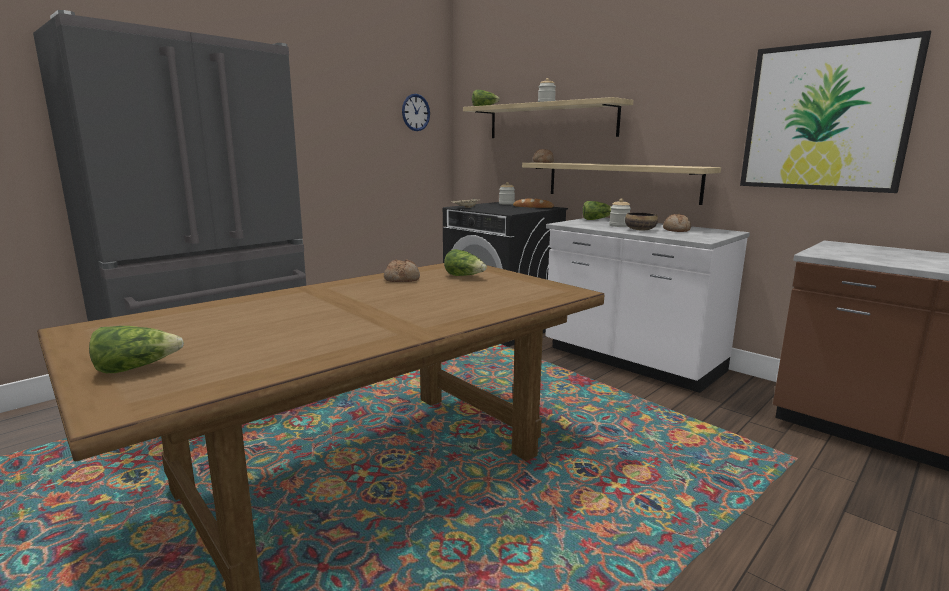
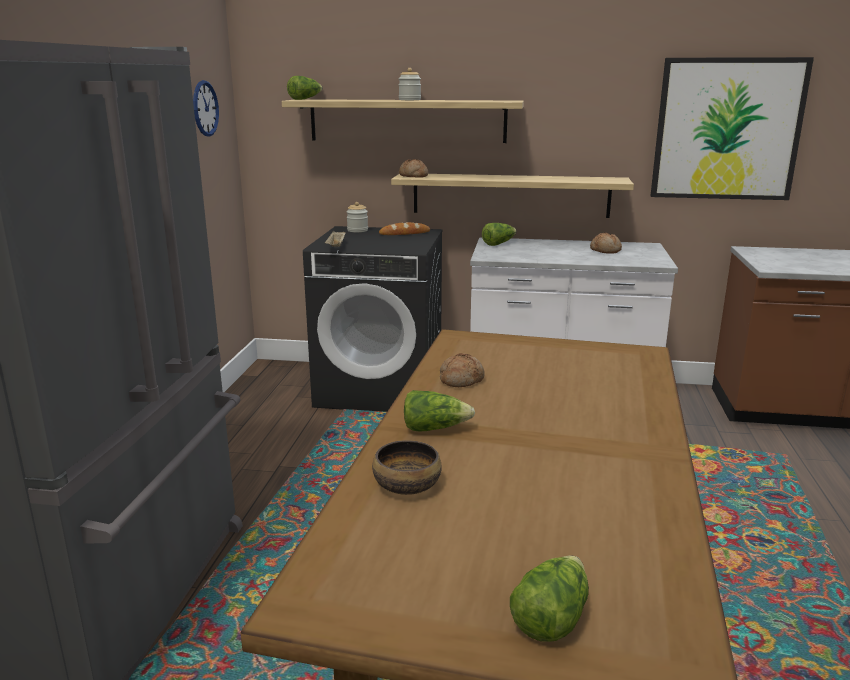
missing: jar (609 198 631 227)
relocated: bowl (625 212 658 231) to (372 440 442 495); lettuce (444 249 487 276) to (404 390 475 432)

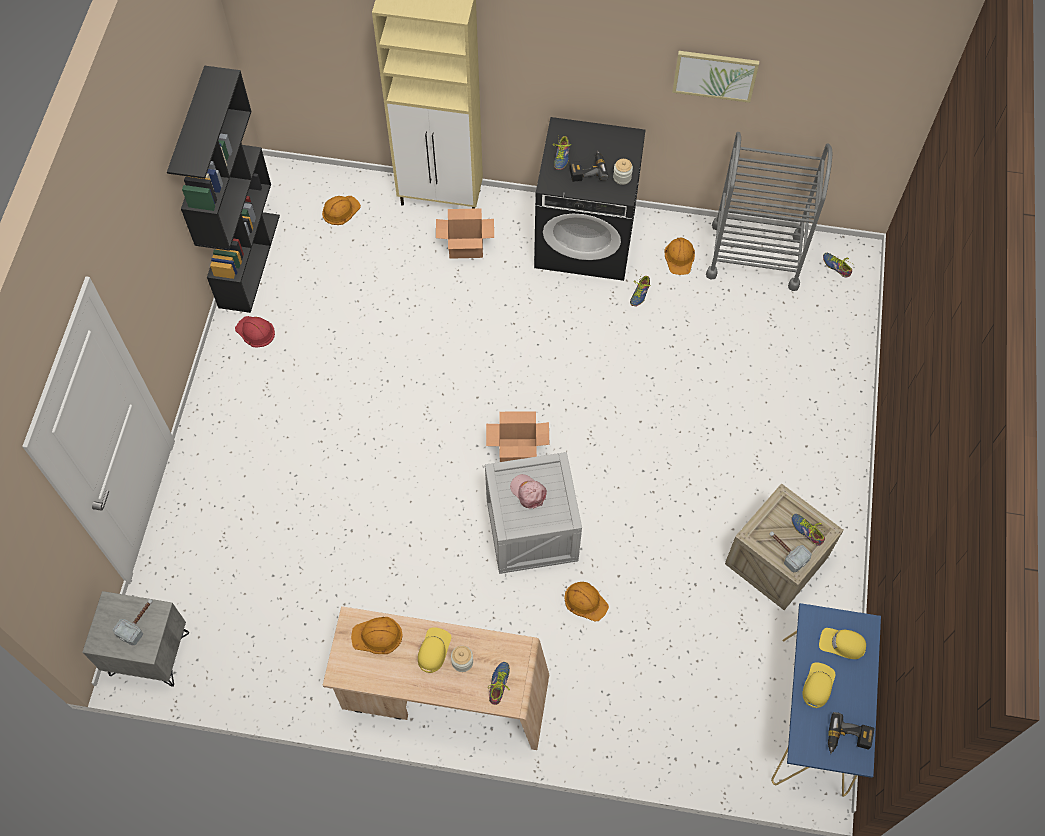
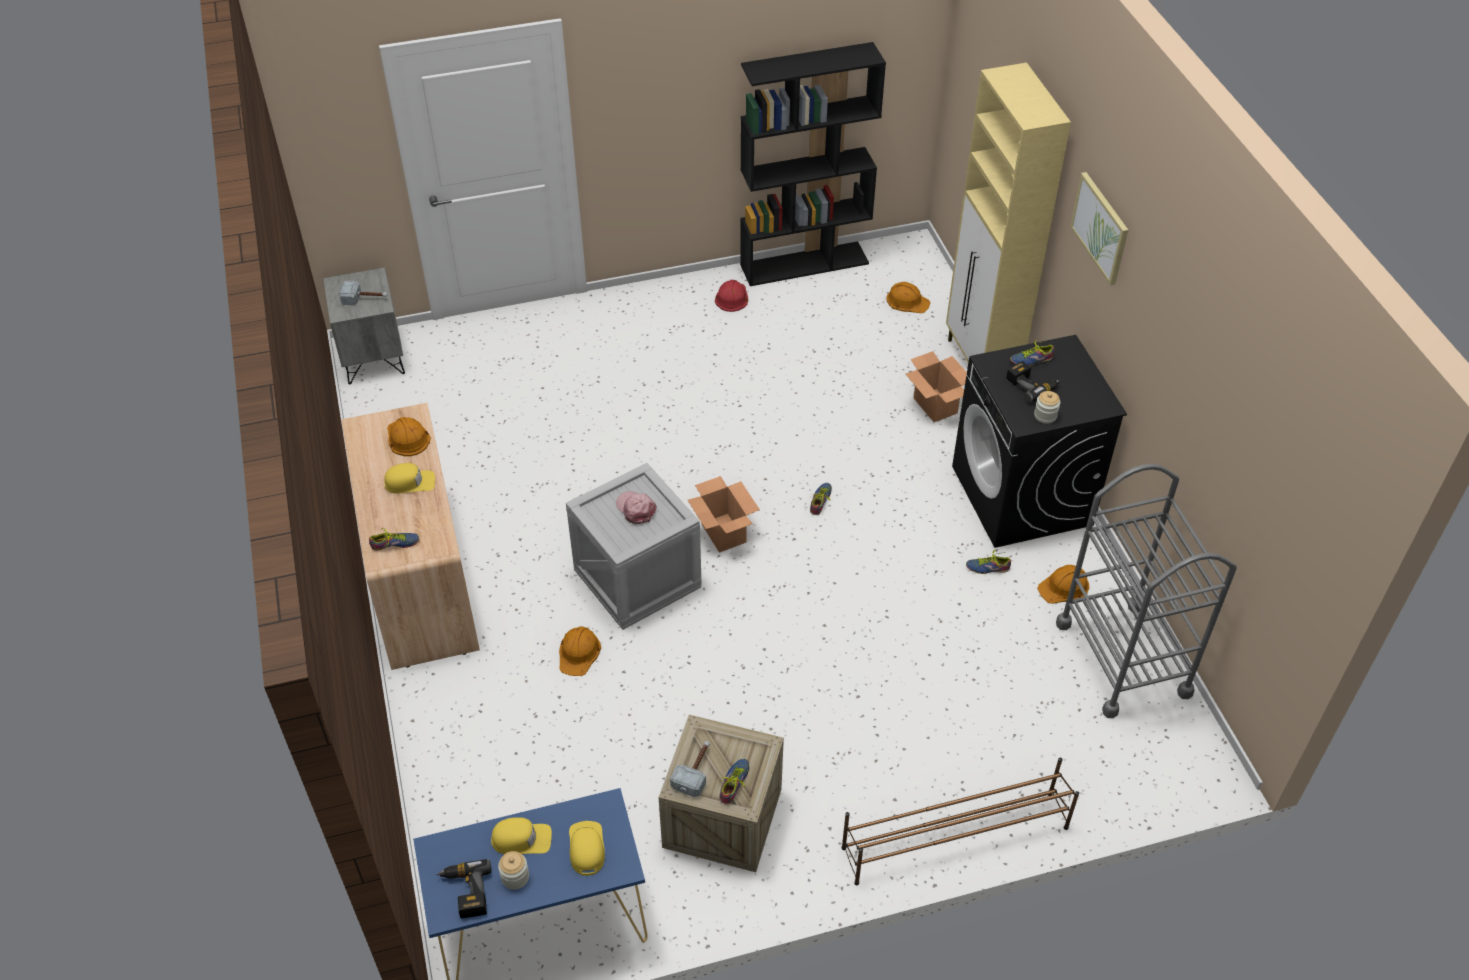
appeared: brown shoe rack (842 757 1079 885)
relocated: picture (672 51 759 103) to (1070 172 1128 285); shoe (823 253 852 278) to (810 483 832 515); jar (451 646 473 672) to (498 851 529 890)
spun: pink cap (510 474 547 509) = (616 491 657 524) 60 degrees counterclockwise

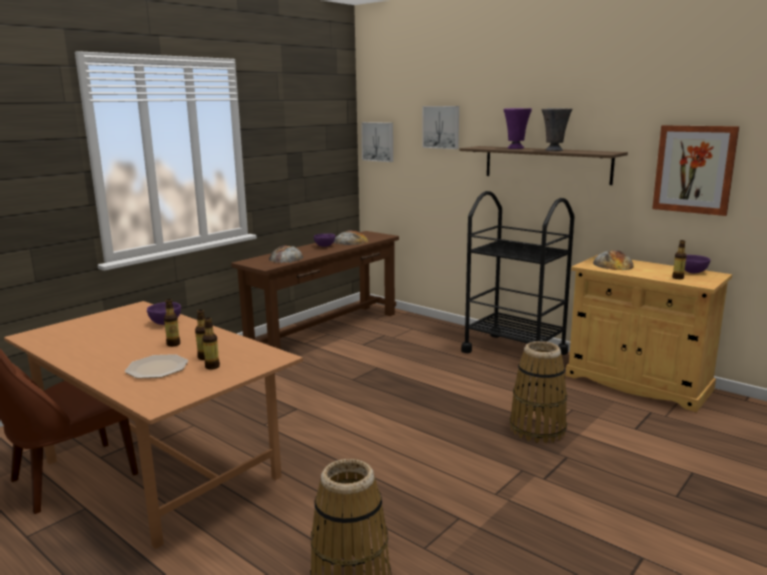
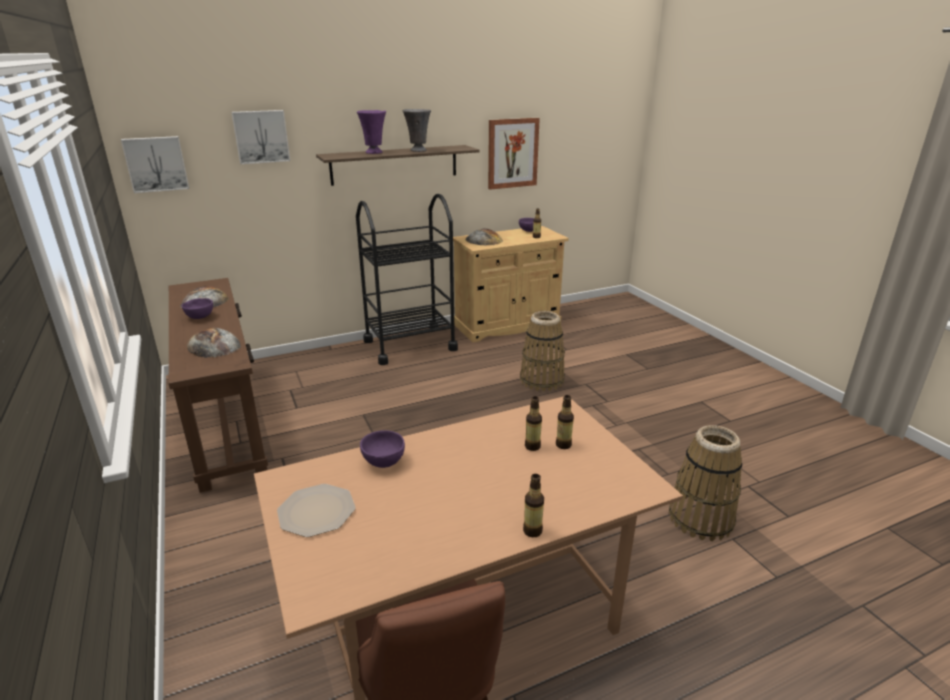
relocated: bottle (164 299 180 347) to (523 474 544 537); plate (125 354 188 379) to (277 484 356 537)

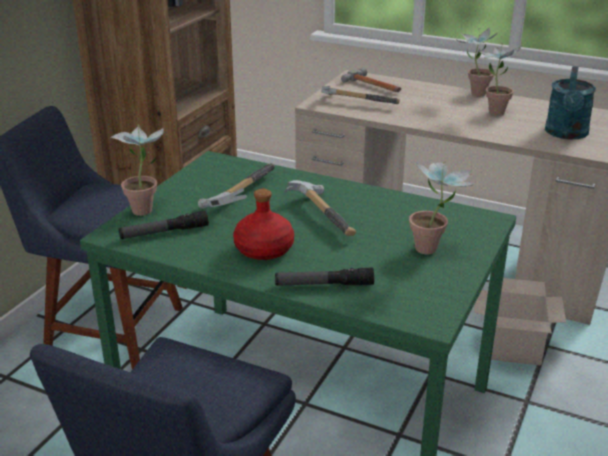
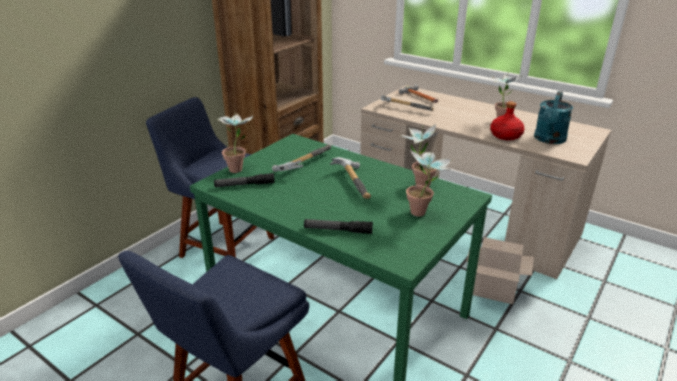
relocated: potted plant (457 28 499 97) to (400 124 438 187); red bottle (233 189 294 260) to (490 101 525 140)

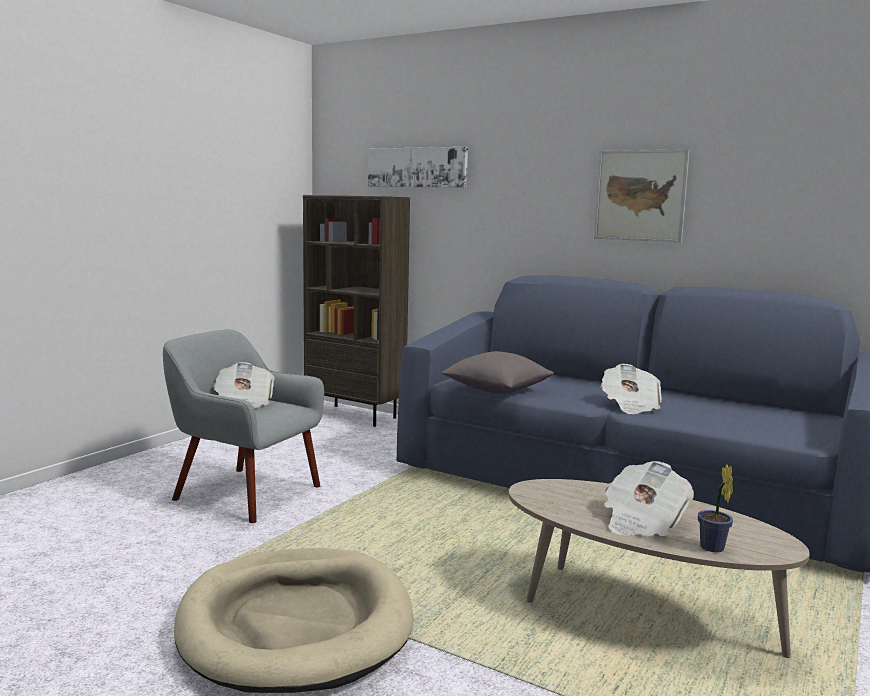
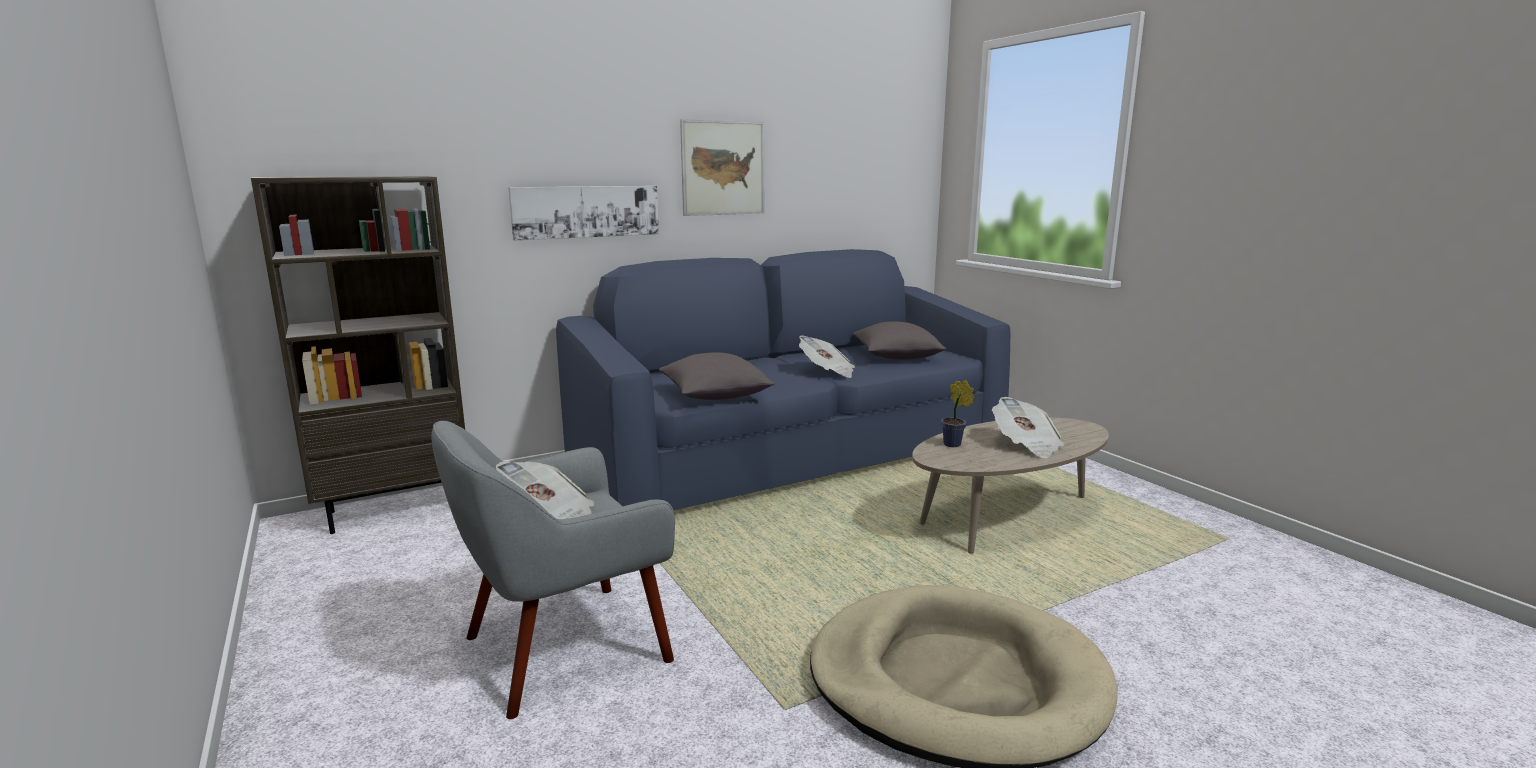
appeared: grey pillow (853 322 946 360)
relocated: picture (368 147 468 188) to (508 186 659 240); potted plant (698 464 733 552) to (941 380 975 447)

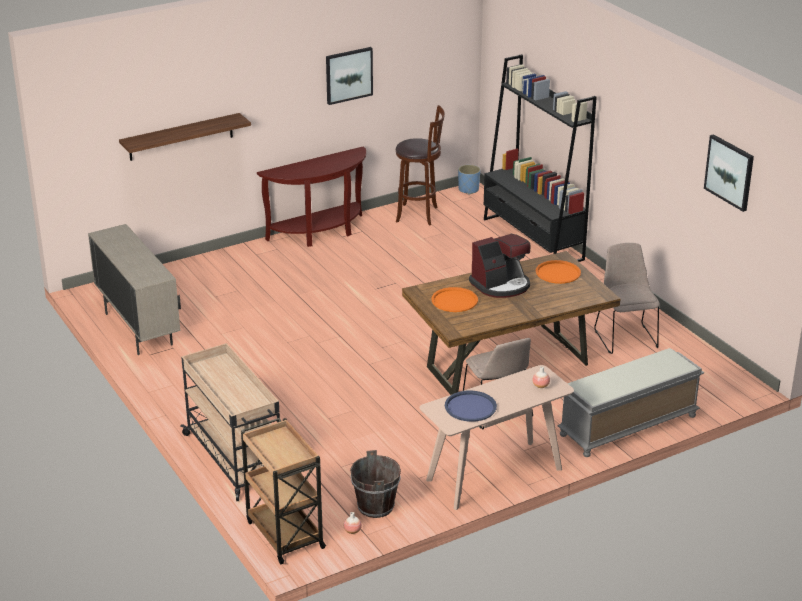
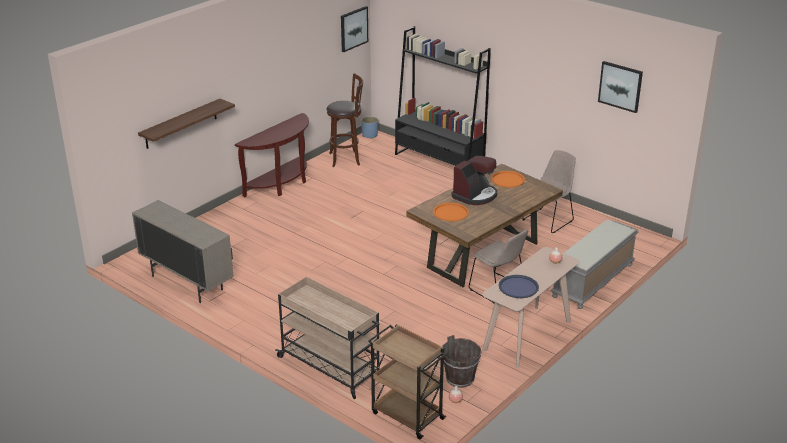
relocated: picture (326 47 373 105) to (341 6 368 52)
spun: beige chair (594 243 660 354) = (522 150 576 233) 75 degrees clockwise

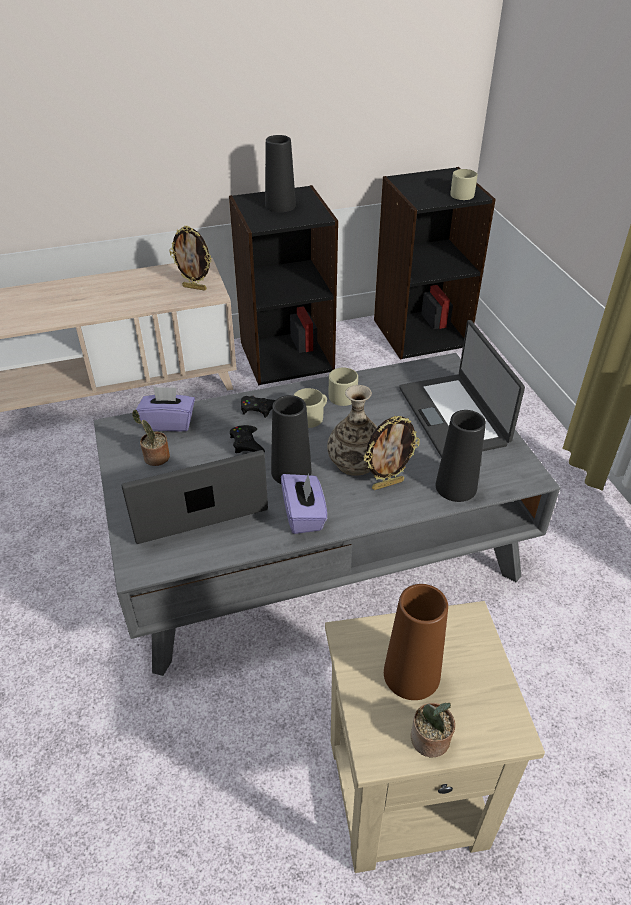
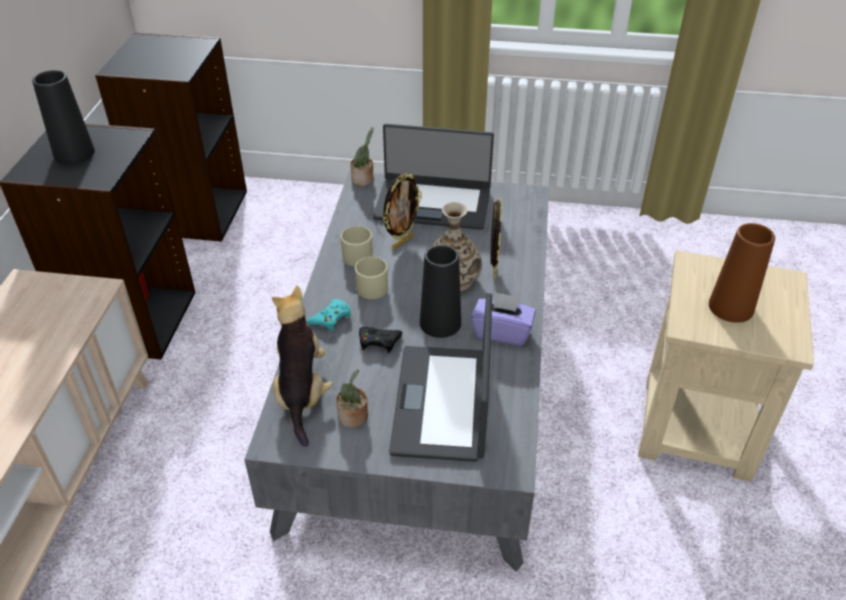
missing: beige mug (451 169 478 200); black vase (435 410 486 502)
relocated: picture frame (169 226 212 291) to (383 173 422 250); potted plant (411 703 455 758) to (350 127 374 186)
exchanged: purple tissue box (136 386 195 432) to plush toy (272 285 333 447)
colour: black game controller (241 396 275 418) to turquoise game controller (306 299 351 331)

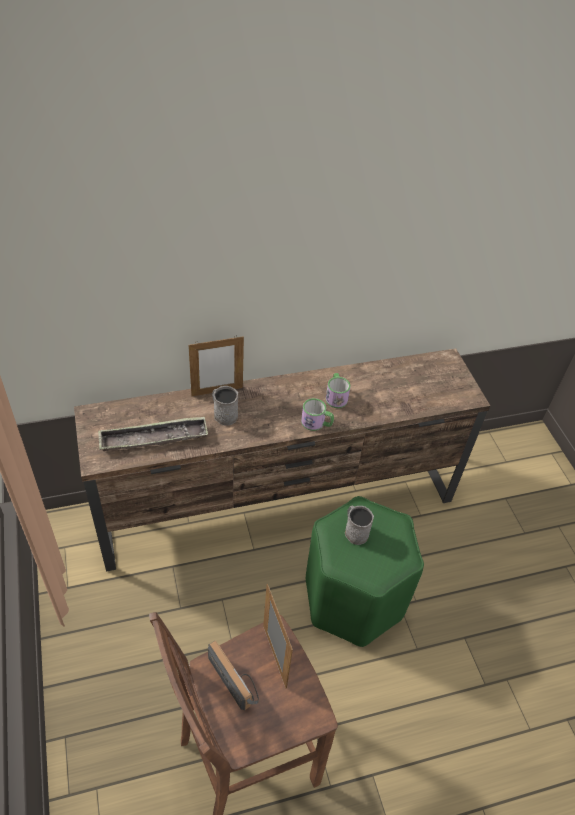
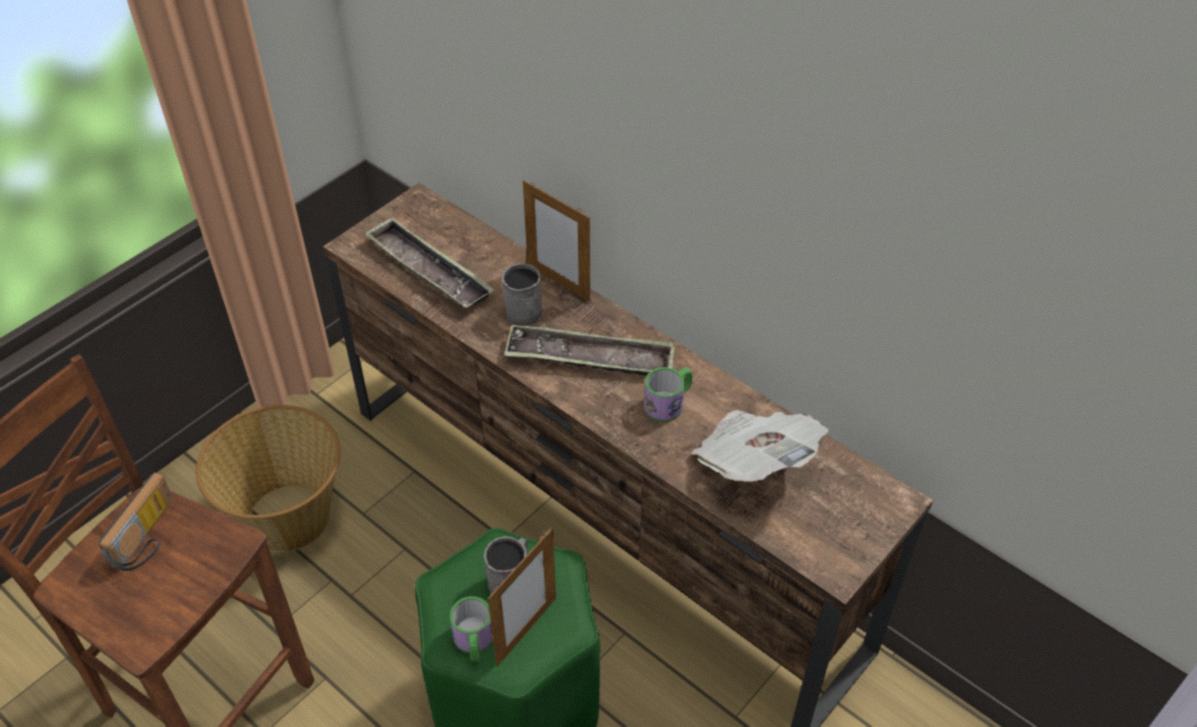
appeared: tray (504 325 675 376); basket (196 405 340 552); newspaper (691 410 828 482)
relocated: mug (301 398 334 431) to (450 597 493 662); picture frame (263 584 293 688) to (488 528 556 666)

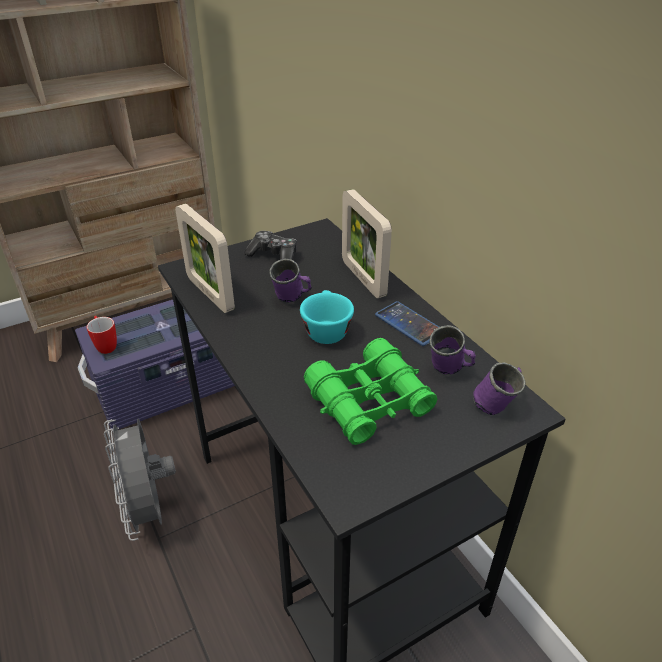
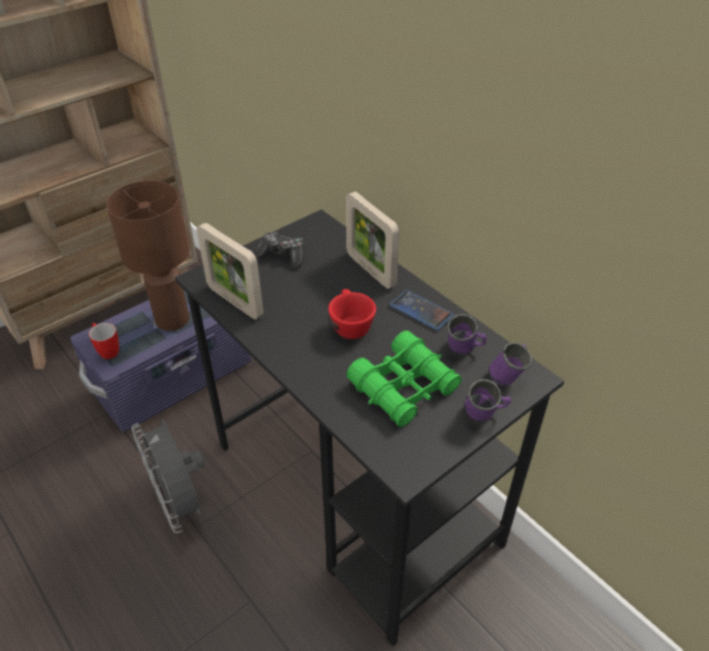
appeared: brown table lamp (106 181 190 331)
relocated: purple mug (270 259 312 302) to (465 379 511 421)
colour: turquoise cup (300 290 354 344) to red cup (328 289 376 339)

